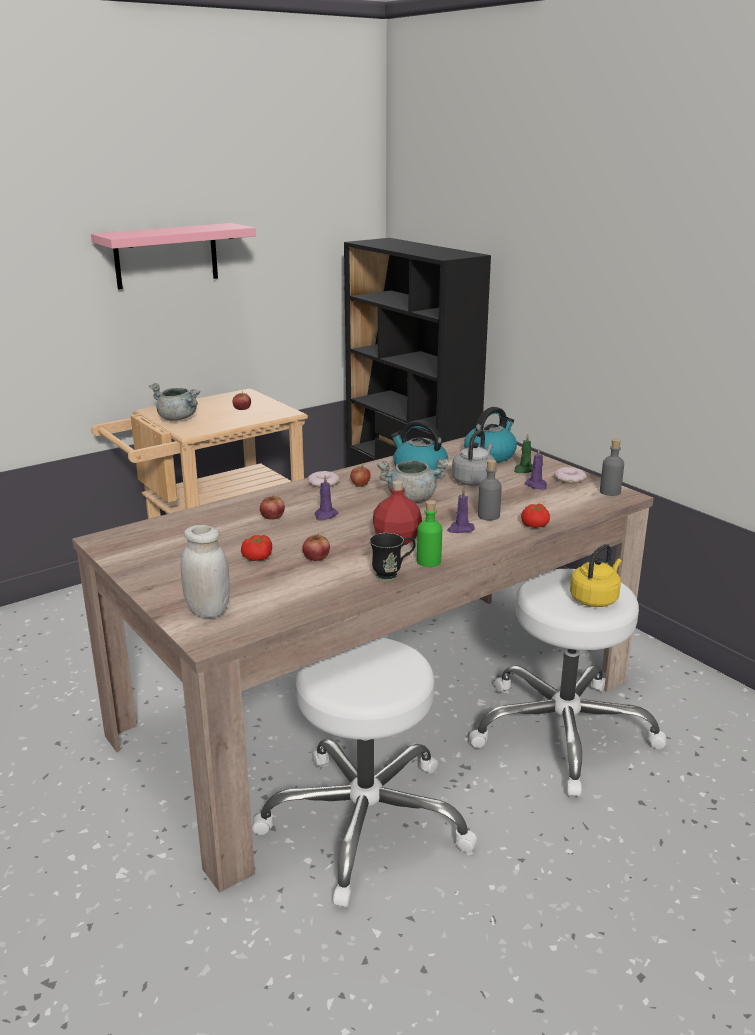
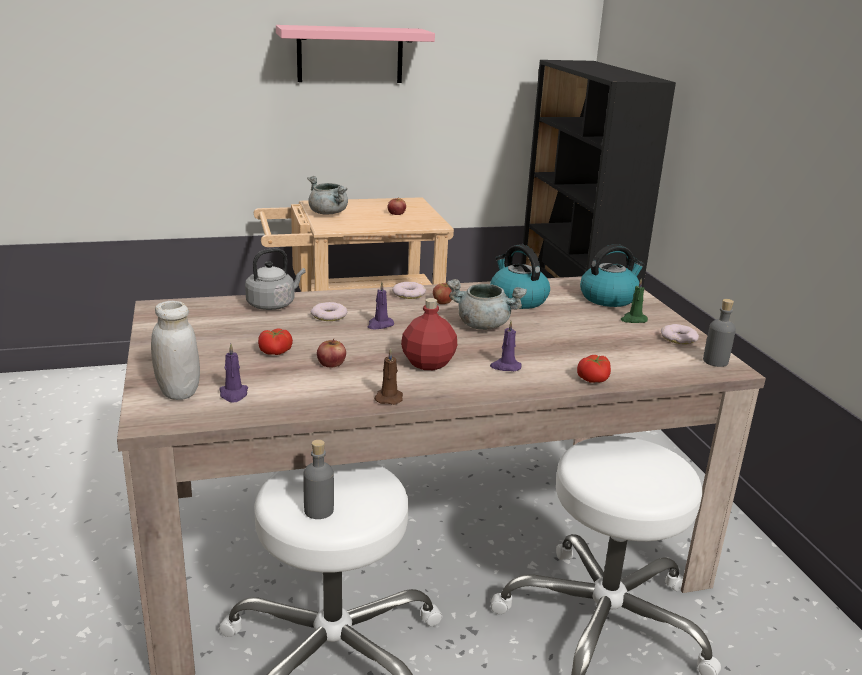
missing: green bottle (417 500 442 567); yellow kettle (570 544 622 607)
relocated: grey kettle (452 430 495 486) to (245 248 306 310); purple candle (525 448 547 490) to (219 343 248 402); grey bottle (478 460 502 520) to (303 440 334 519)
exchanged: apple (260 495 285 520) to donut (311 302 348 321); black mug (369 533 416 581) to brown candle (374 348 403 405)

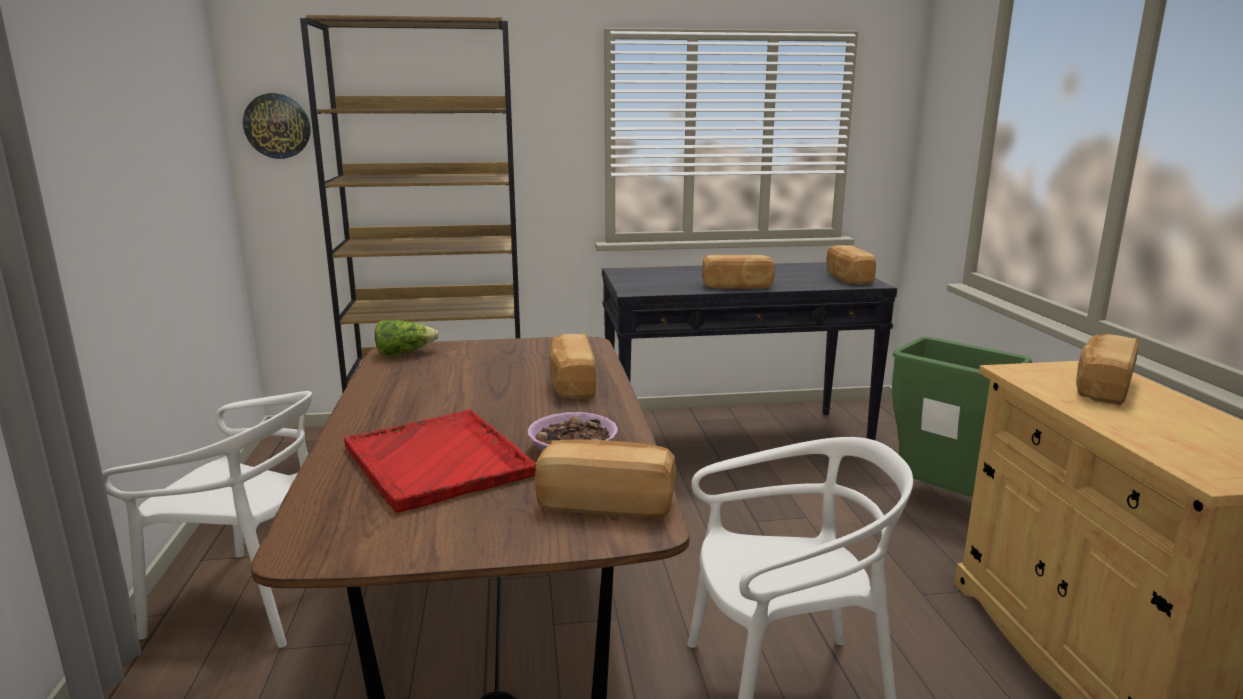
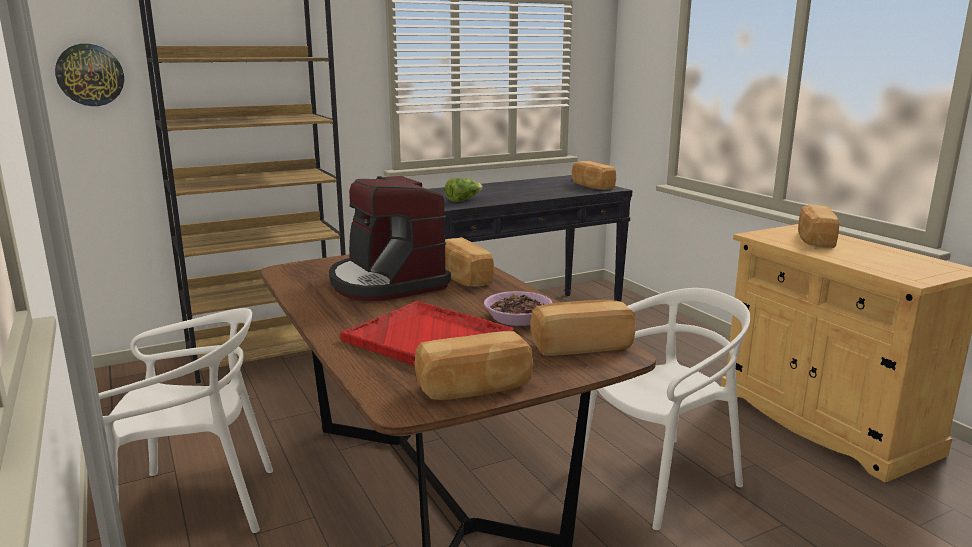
missing: green trash can (892 337 1032 496)
appeared: coffee machine (329 176 451 301)
relocated: bread (702 255 775 289) to (415 331 533 400); lettuce (375 320 439 356) to (445 178 483 202)

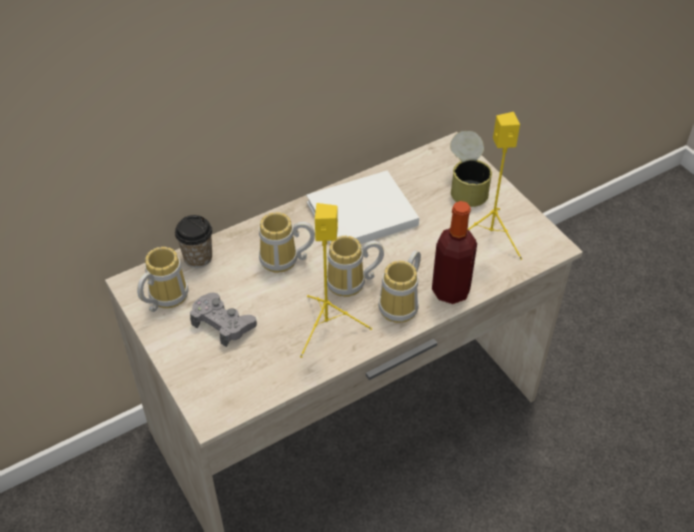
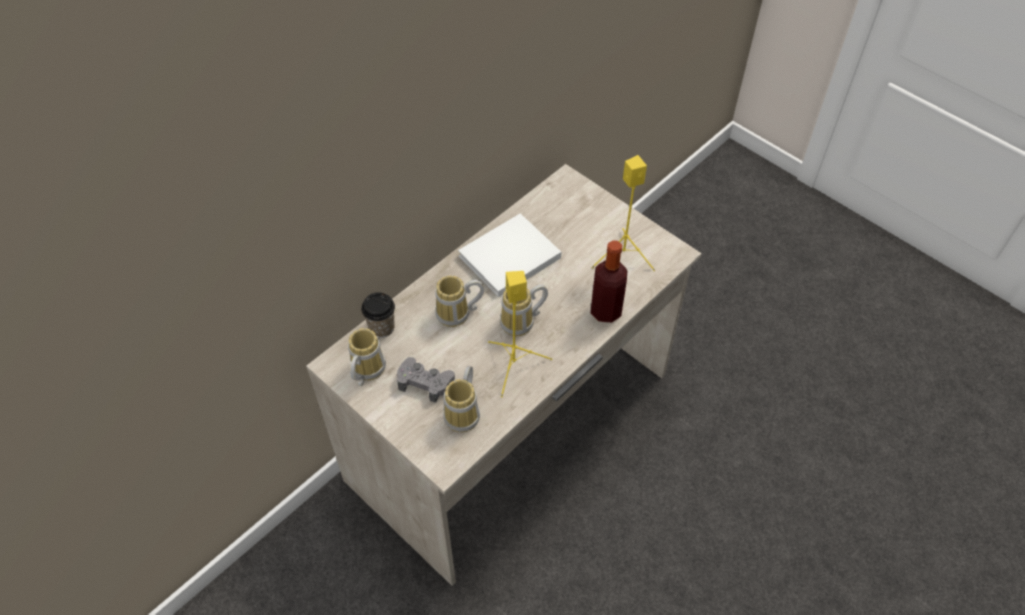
missing: can (450 131 492 207)
relocated: mug (378 250 421 323) to (443 366 480 433)

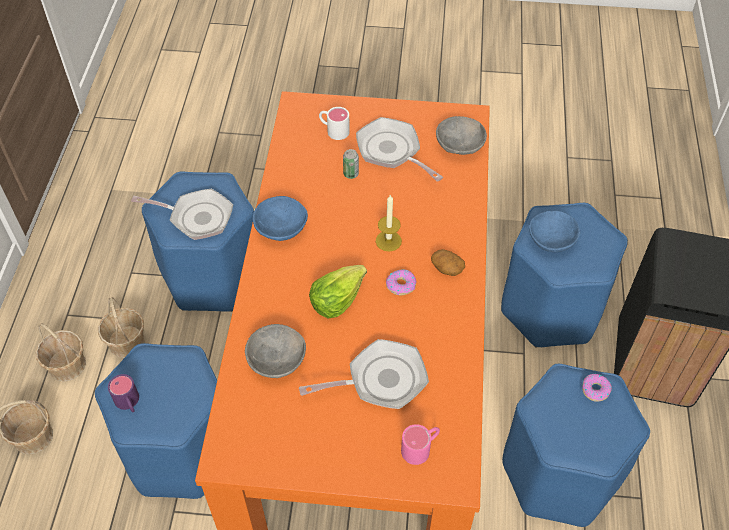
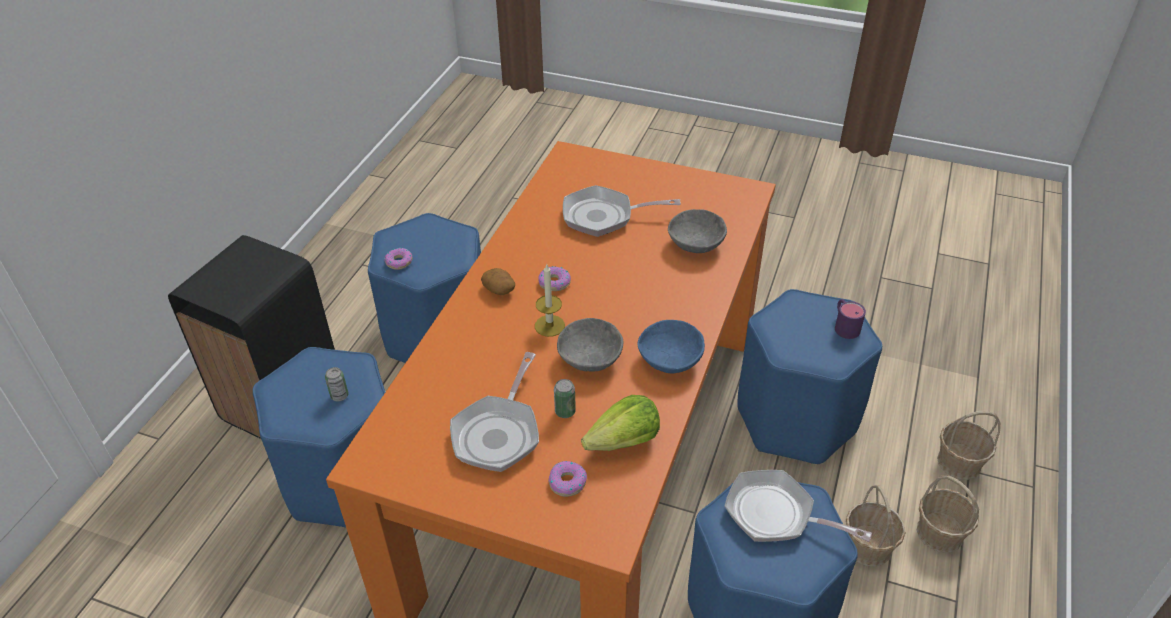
missing: pink mug (401 424 440 465)
relocated: grey bowl (436 116 487 155) to (557 318 623 371); lettuce (309 265 367 318) to (581 395 660 451)
exchanged: white mug (319 107 350 140) to donut (548 461 587 497); blue bowl (530 211 580 252) to can (325 367 349 401)
spun: frying pan (356 117 443 181) = (450 352 539 472) 45 degrees clockwise

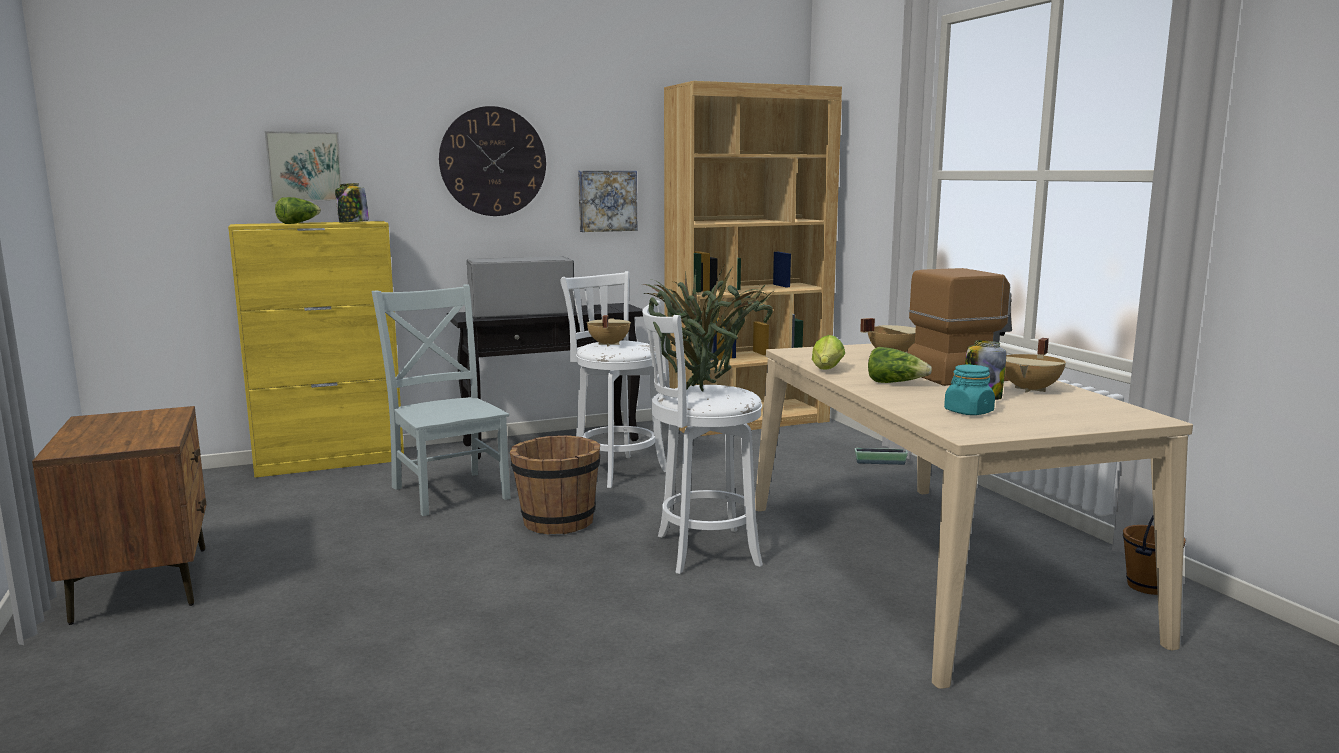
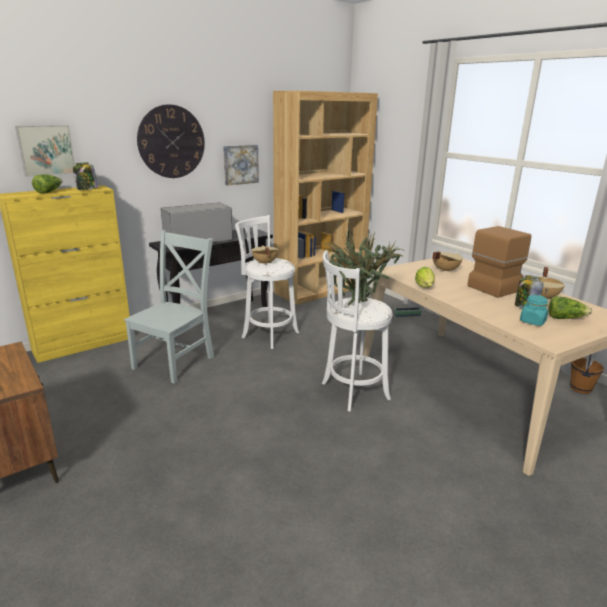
missing: brown bucket (510 435 600 534)
relocated: lettuce (868 347 932 383) to (548 296 592 319)
spun: grey chair (372 284 511 516) = (124 230 214 384) 75 degrees clockwise

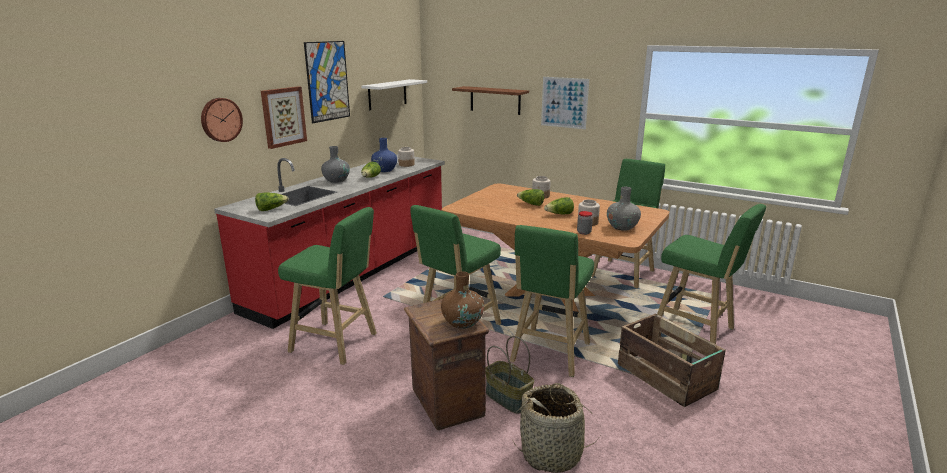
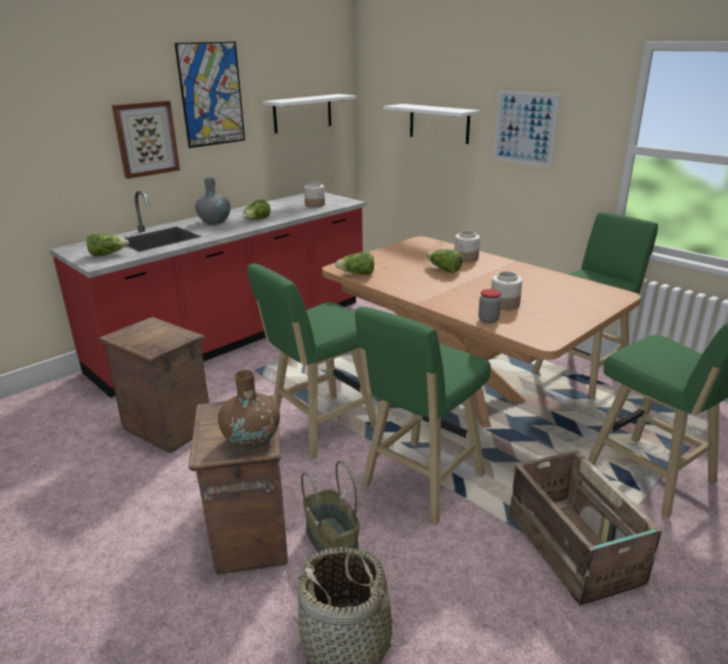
missing: wall clock (201 98 243 142); blue vase (371 138 397 172); grey vase (607 187 641 231)
relocated: lettuce (544 197 574 214) to (335 252 374 274)
exchanged: green stool (278 207 377 365) to crate (99 317 209 453)
colour: brown shelf (452 86 529 115) to white shelf (383 104 481 144)

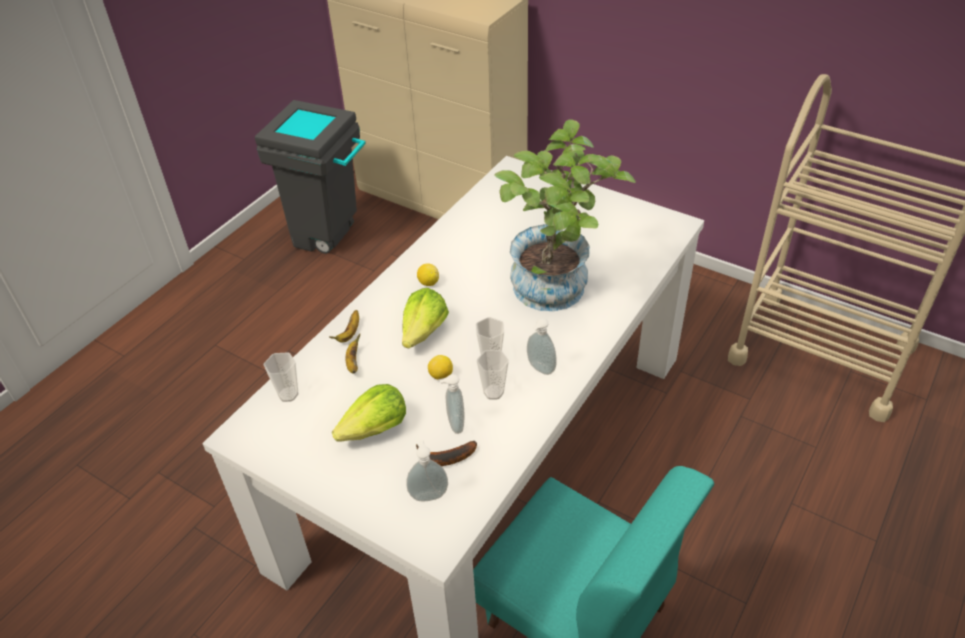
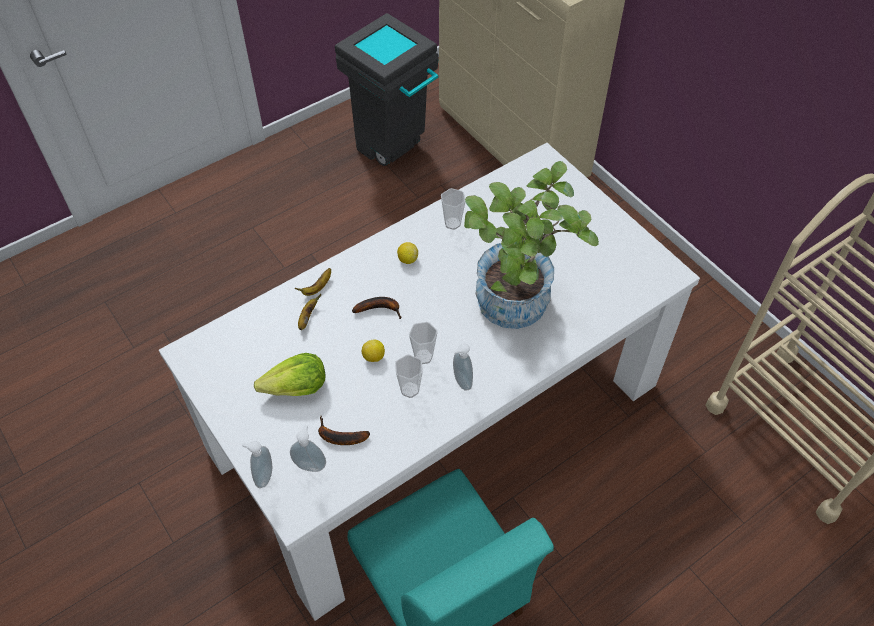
relocated: cup (264 352 298 402) to (441 188 465 230); soap dispenser (439 374 465 434) to (242 441 272 488)
exchanged: lettuce (402 288 449 348) to banana (352 297 402 319)

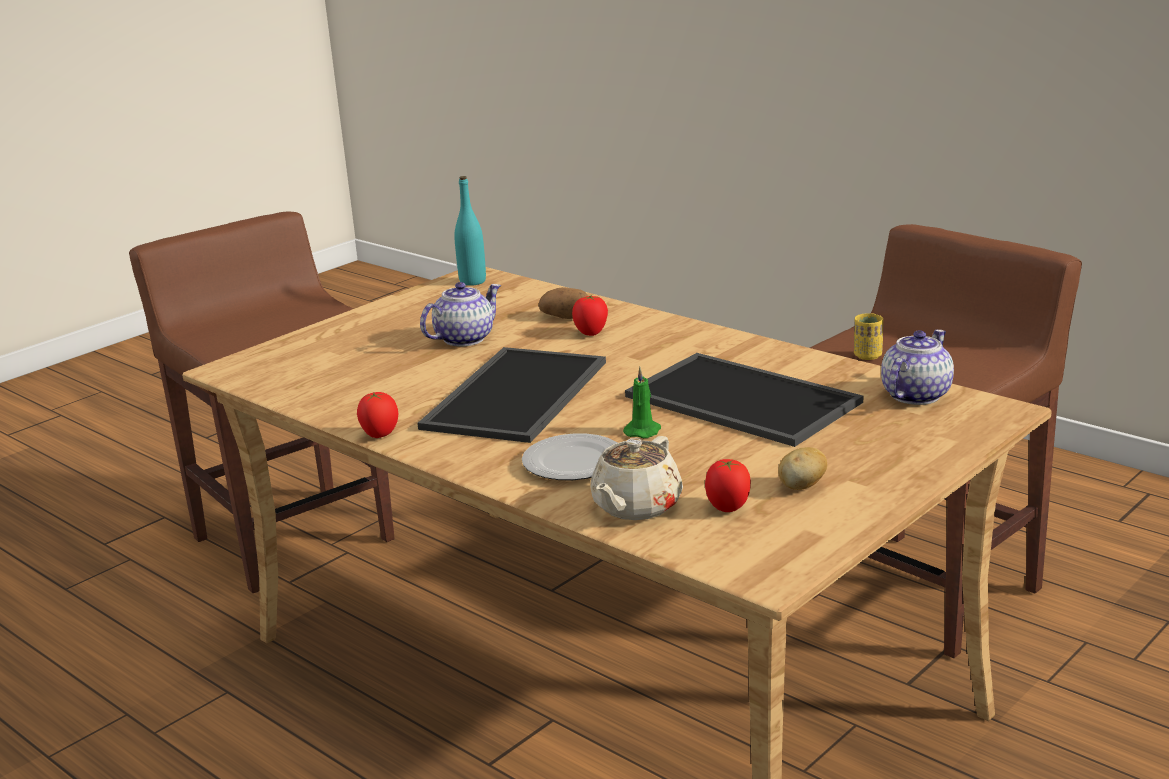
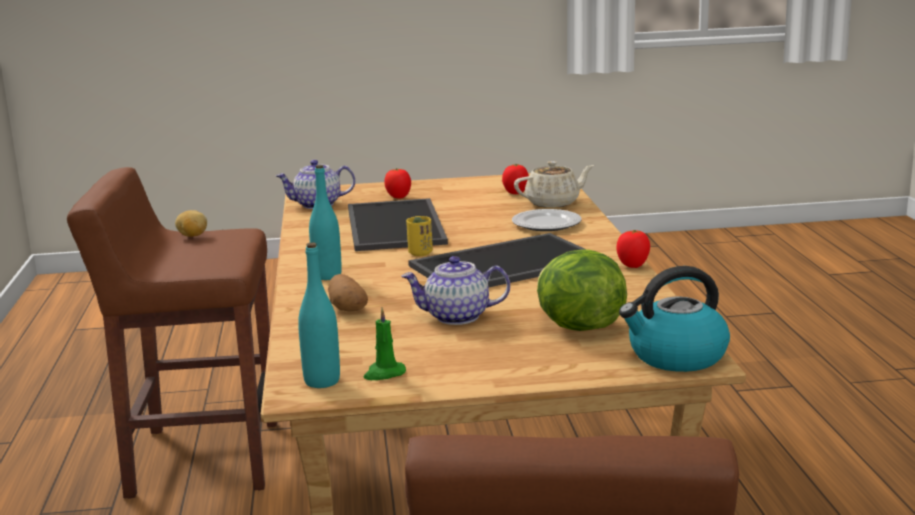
appeared: turquoise bottle (309 165 342 280); lettuce (537 250 627 331); kettle (619 266 730 372)
relocated: tomato (572 295 608 336) to (384 168 411 199); yellow cup (854 313 883 360) to (406 216 433 256); green candle (623 367 661 438) to (363 308 406 380); potato (778 447 828 490) to (175 210 207 237)

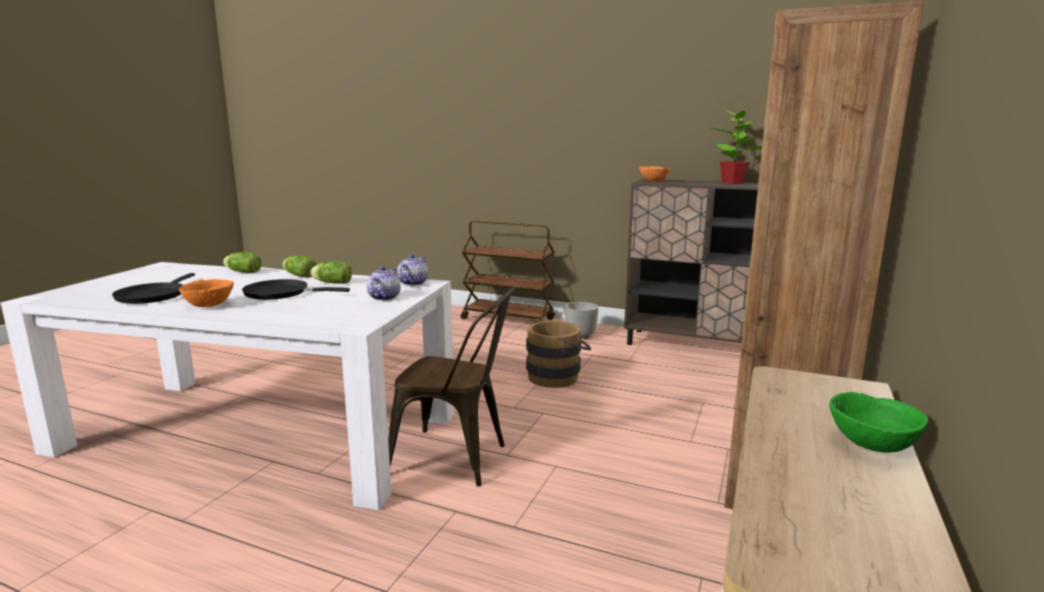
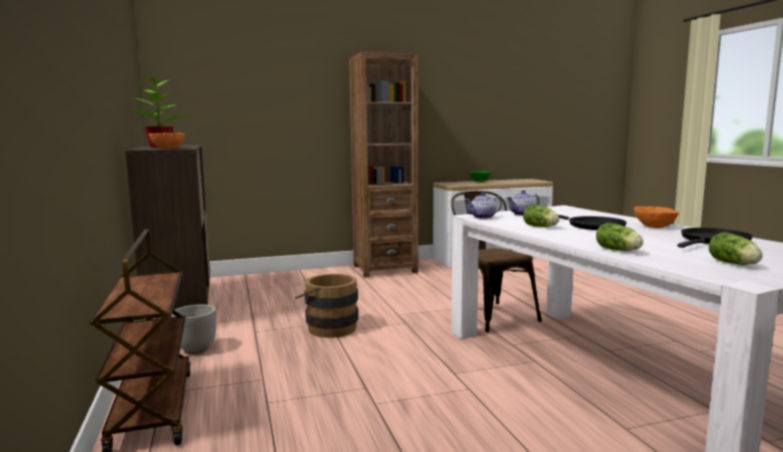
relocated: lettuce (283 255 317 278) to (708 232 763 265)

